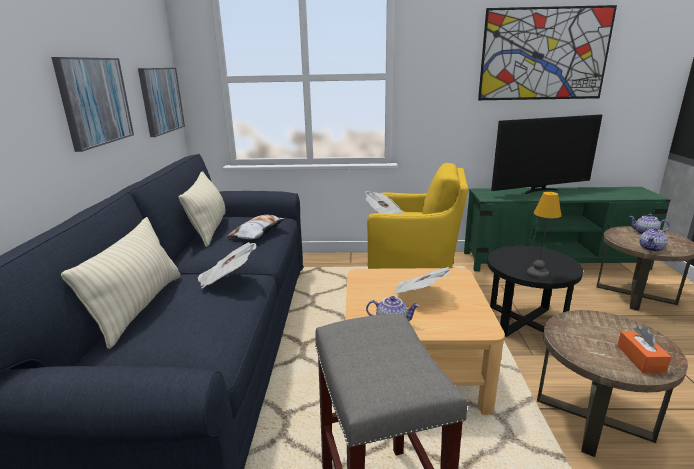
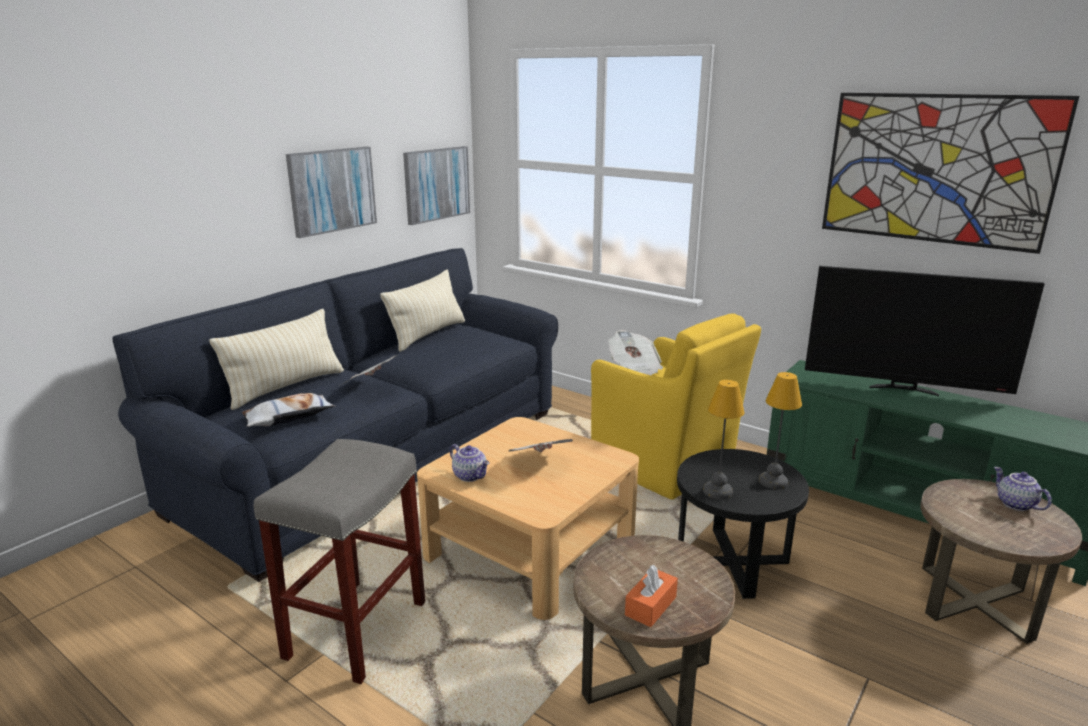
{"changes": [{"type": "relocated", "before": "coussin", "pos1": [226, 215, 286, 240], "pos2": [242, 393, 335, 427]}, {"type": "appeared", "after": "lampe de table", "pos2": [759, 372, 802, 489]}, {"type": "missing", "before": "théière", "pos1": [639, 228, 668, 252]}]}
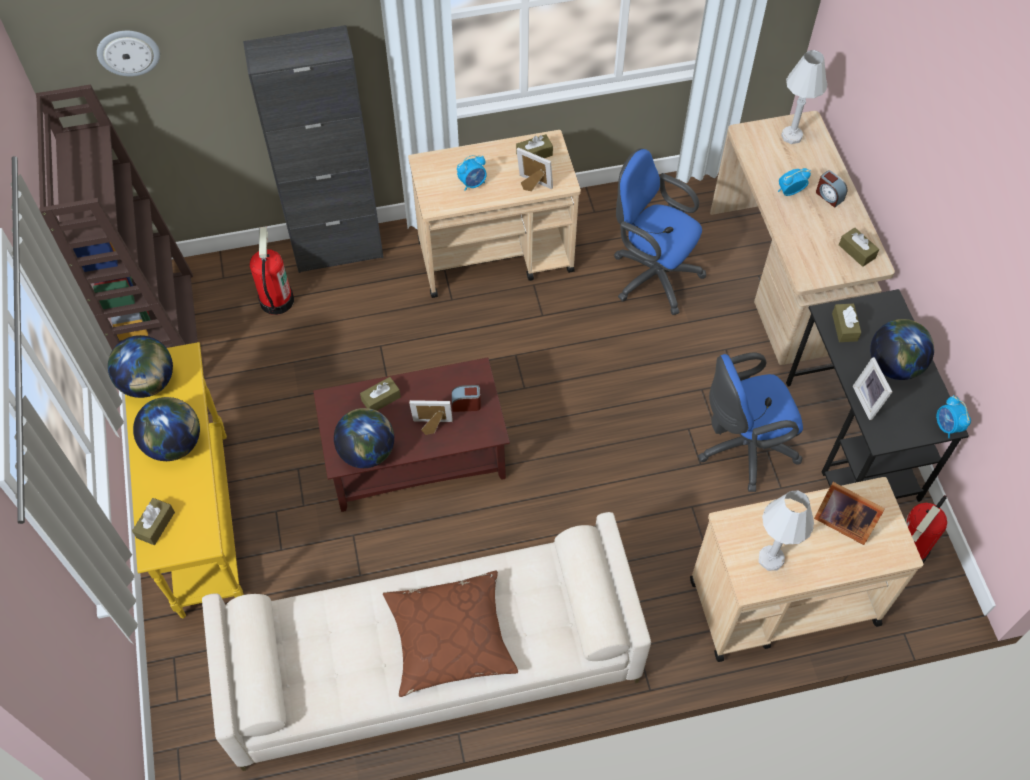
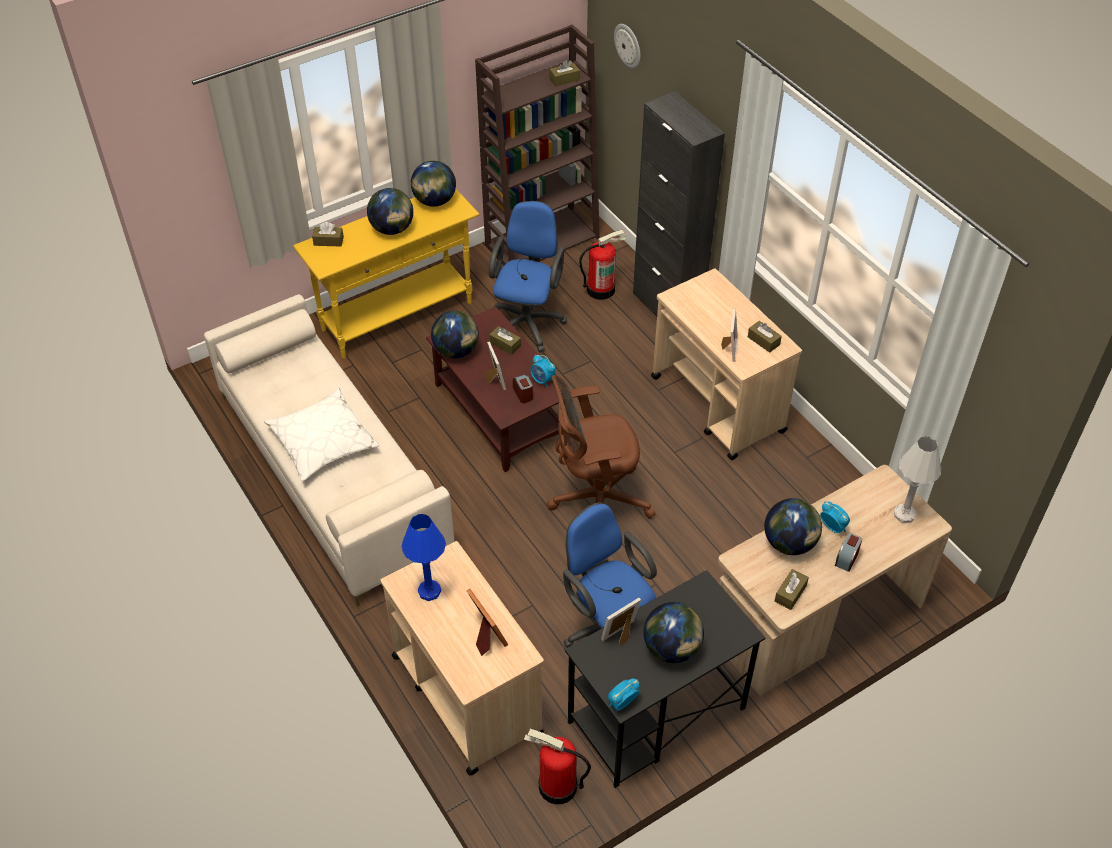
{"changes": [{"type": "colour", "before": "coussin [marron]", "after": "coussin [blanc]", "pos1": [383, 571, 518, 697], "pos2": [264, 388, 379, 481]}, {"type": "colour", "before": "lampe de table [blanc]", "after": "lampe de table [bleu]", "pos1": [758, 491, 814, 571], "pos2": [401, 514, 446, 601]}, {"type": "spun", "before": "cadre photo", "pos1": [814, 482, 885, 545], "pos2": [467, 589, 508, 656], "turn": 135}, {"type": "relocated", "before": "chaise de bureau [bleu]", "pos1": [614, 148, 706, 315], "pos2": [489, 201, 567, 352]}, {"type": "relocated", "before": "réveil", "pos1": [457, 155, 486, 191], "pos2": [531, 355, 556, 387]}, {"type": "appeared", "after": "chaise de bureau [marron]", "pos2": [547, 375, 656, 519]}, {"type": "relocated", "before": "boîte à mouchoirs [marron]", "pos1": [832, 303, 861, 342], "pos2": [550, 60, 580, 87]}, {"type": "appeared", "after": "globe", "pos2": [764, 498, 822, 555]}]}
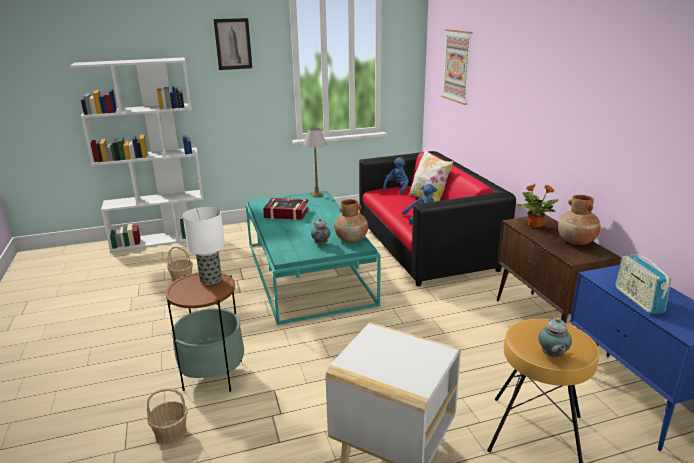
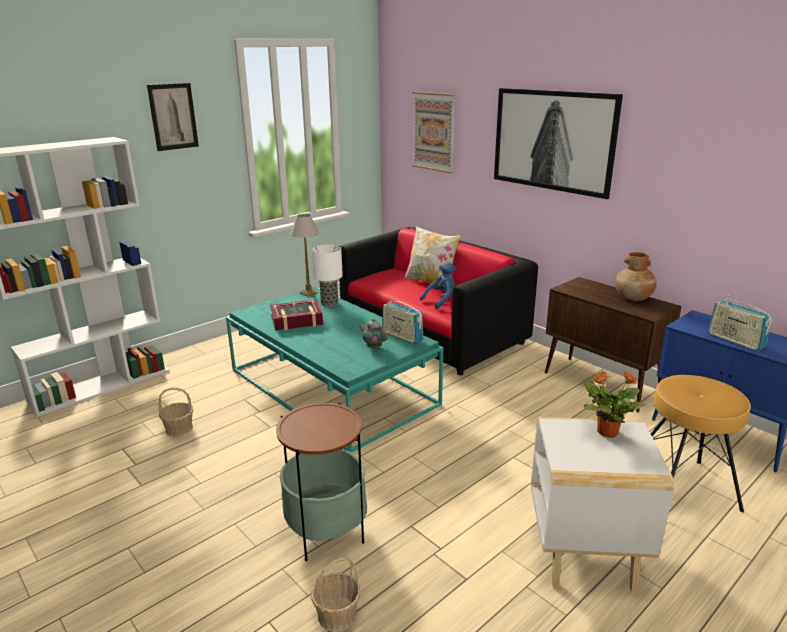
{"changes": [{"type": "relocated", "before": "lampe de table", "pos1": [183, 207, 225, 285], "pos2": [312, 245, 343, 307]}, {"type": "exchanged", "before": "vase [marron]", "after": "radio", "pos1": [334, 199, 368, 242], "pos2": [382, 297, 423, 344]}, {"type": "appeared", "after": "tableau", "pos2": [494, 88, 623, 199]}, {"type": "relocated", "before": "plante en pot", "pos1": [517, 183, 559, 228], "pos2": [584, 370, 645, 438]}, {"type": "missing", "before": "peluche [bleu]", "pos1": [383, 157, 409, 194]}, {"type": "missing", "before": "théière", "pos1": [539, 317, 572, 358]}]}
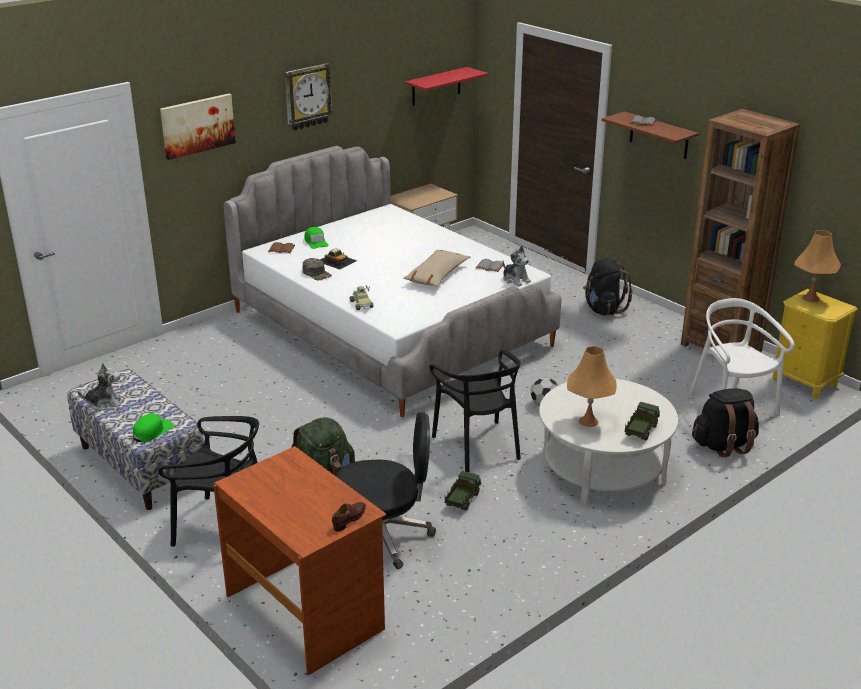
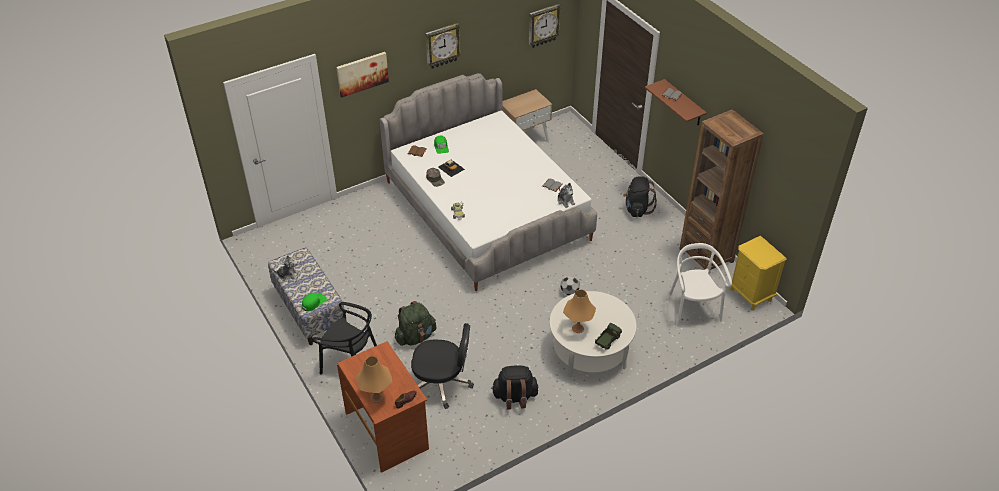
{"changes": [{"type": "relocated", "before": "lampe de table [orange]", "pos1": [794, 230, 841, 302], "pos2": [356, 356, 393, 403]}, {"type": "relocated", "before": "sac à dos [noir]", "pos1": [692, 388, 759, 458], "pos2": [491, 365, 539, 409]}, {"type": "exchanged", "before": "étagère [rouge]", "after": "horloge murale", "pos1": [405, 67, 488, 106], "pos2": [529, 4, 561, 48]}, {"type": "missing", "before": "coussin [beige]", "pos1": [403, 250, 471, 287]}, {"type": "missing", "before": "chaise [noir]", "pos1": [430, 350, 521, 472]}, {"type": "missing", "before": "camion jouet", "pos1": [445, 471, 481, 510]}]}
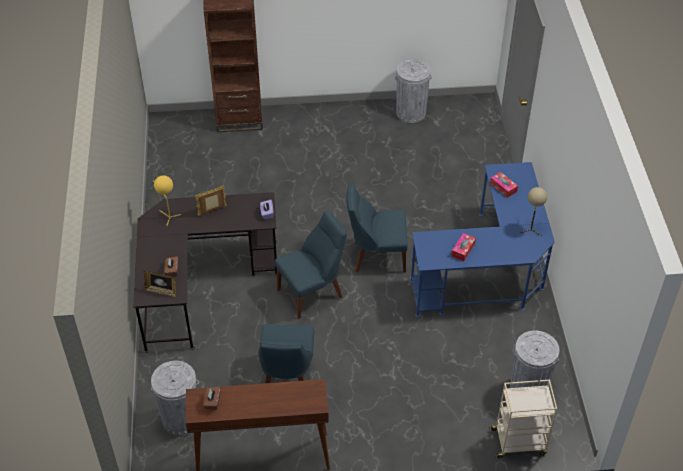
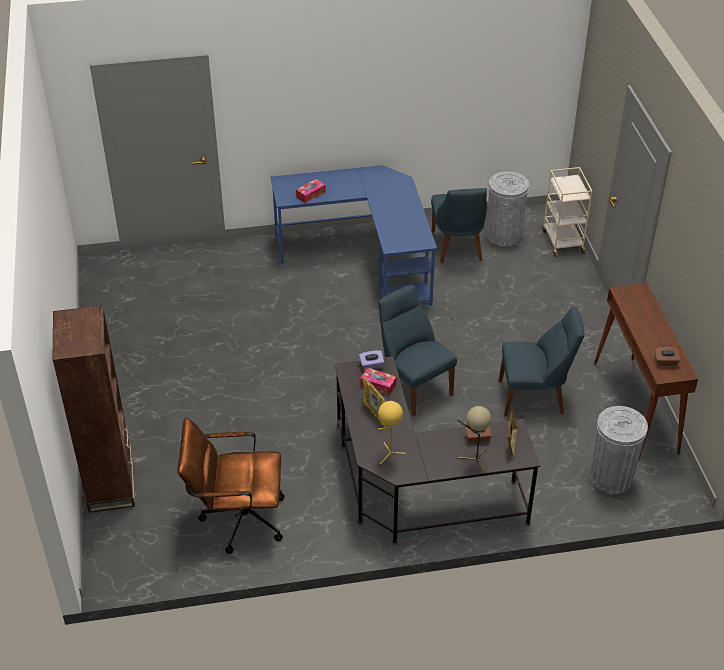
{"changes": [{"type": "appeared", "after": "chaise de bureau [marron]", "pos2": [177, 418, 284, 554]}, {"type": "relocated", "before": "boîte à mouchoirs", "pos1": [451, 233, 476, 261], "pos2": [360, 367, 396, 395]}, {"type": "relocated", "before": "chaise [bleu]", "pos1": [347, 184, 408, 273], "pos2": [431, 188, 487, 263]}, {"type": "relocated", "before": "lampe de table [beige]", "pos1": [520, 187, 547, 236], "pos2": [457, 406, 491, 470]}, {"type": "missing", "before": "poubelle [gris]", "pos1": [395, 59, 432, 123]}]}
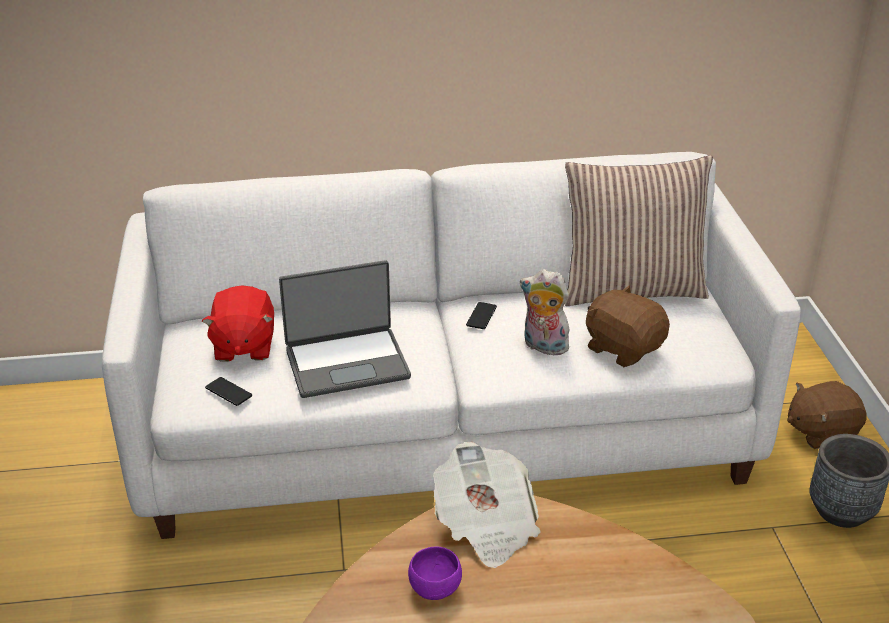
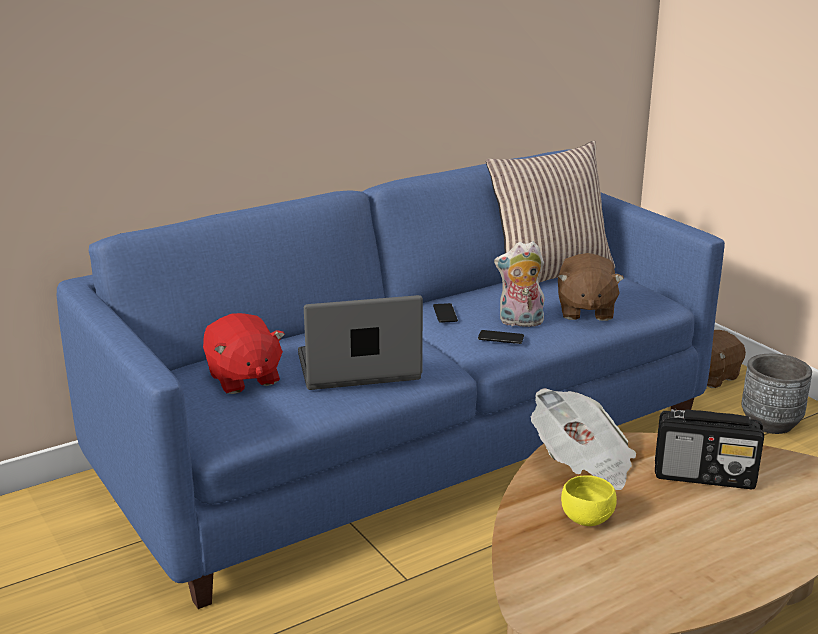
{"changes": [{"type": "colour", "before": "canapé [blanc]", "after": "canapé [bleu]", "pos1": [102, 152, 801, 539], "pos2": [57, 149, 725, 609]}, {"type": "spun", "before": "ordinateur portable", "pos1": [279, 260, 411, 398], "pos2": [298, 295, 423, 390], "turn": -150}, {"type": "relocated", "before": "téléphone", "pos1": [205, 377, 252, 406], "pos2": [478, 330, 524, 344]}, {"type": "spun", "before": "peluche [marron]", "pos1": [586, 285, 670, 367], "pos2": [558, 253, 624, 321], "turn": -105}, {"type": "colour", "before": "bol [violet]", "after": "bol [jaune]", "pos1": [408, 546, 462, 600], "pos2": [561, 475, 617, 526]}, {"type": "appeared", "after": "radio", "pos2": [655, 409, 764, 489]}]}
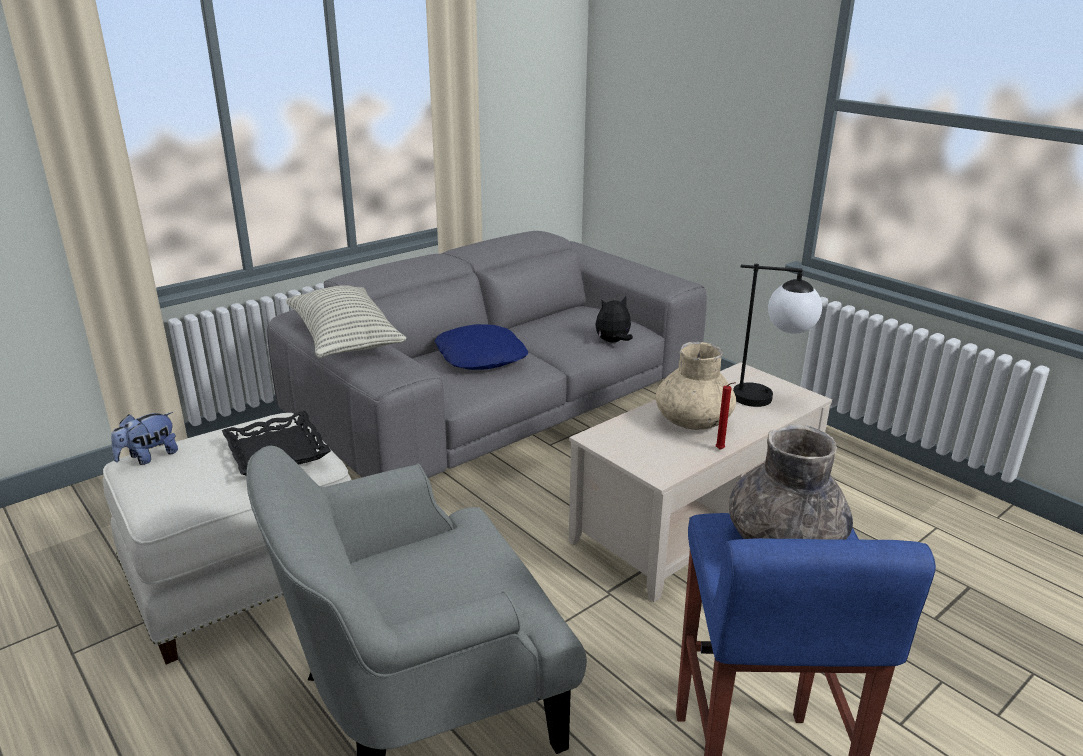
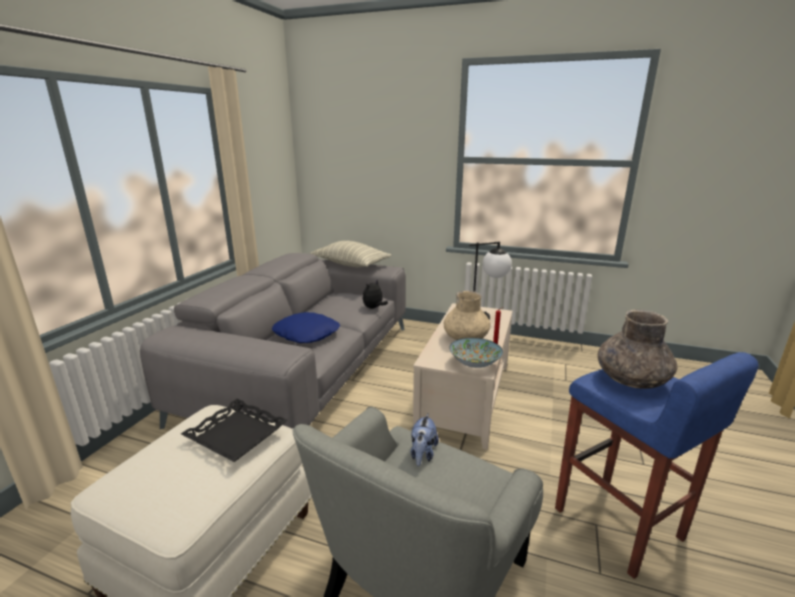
{"changes": [{"type": "relocated", "before": "coussin", "pos1": [286, 285, 406, 358], "pos2": [310, 241, 391, 267]}, {"type": "relocated", "before": "peluche", "pos1": [111, 412, 178, 465], "pos2": [411, 414, 439, 466]}, {"type": "appeared", "after": "bol", "pos2": [449, 338, 503, 368]}]}
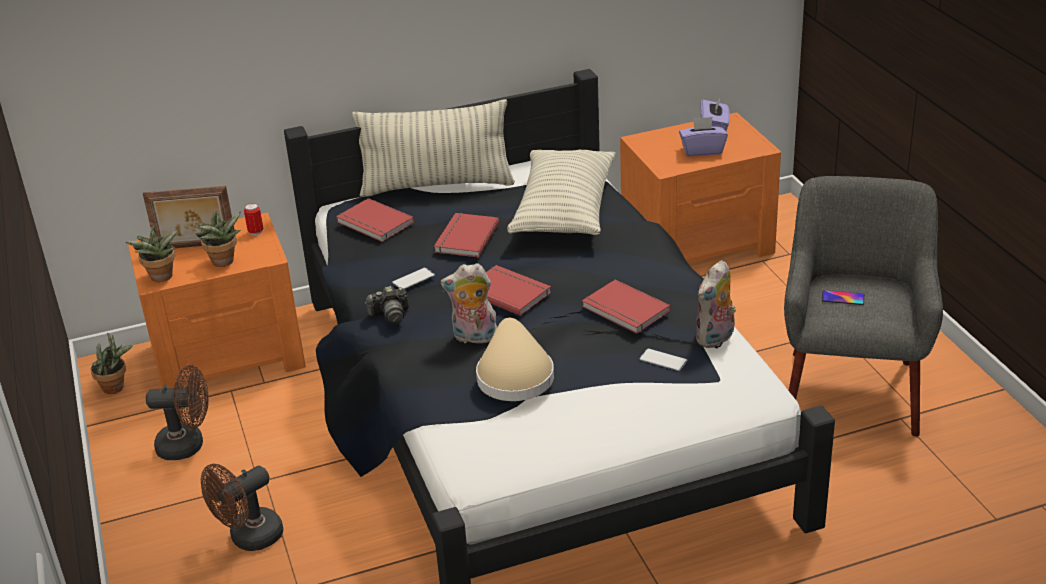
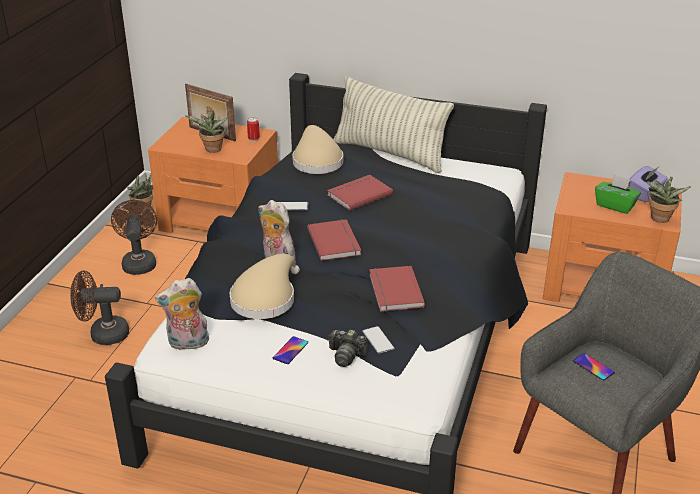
{"changes": [{"type": "spun", "before": "ventilateur [marron]", "pos1": [146, 365, 209, 460], "pos2": [111, 200, 157, 275], "turn": -135}, {"type": "relocated", "before": "peluche", "pos1": [696, 260, 736, 348], "pos2": [155, 278, 209, 350]}, {"type": "appeared", "after": "téléphone", "pos2": [273, 336, 308, 364]}, {"type": "exchanged", "before": "livre [rouge]", "after": "chapeau [beige]", "pos1": [336, 198, 414, 242], "pos2": [292, 125, 343, 174]}, {"type": "relocated", "before": "appareil photo", "pos1": [365, 286, 409, 324], "pos2": [328, 329, 368, 367]}, {"type": "colour", "before": "boîte à mouchoirs [violet]", "after": "boîte à mouchoirs [vert]", "pos1": [679, 117, 728, 156], "pos2": [595, 175, 641, 214]}, {"type": "relocated", "before": "plante en pot", "pos1": [125, 225, 179, 282], "pos2": [646, 177, 691, 223]}, {"type": "missing", "before": "coussin", "pos1": [507, 150, 615, 235]}]}
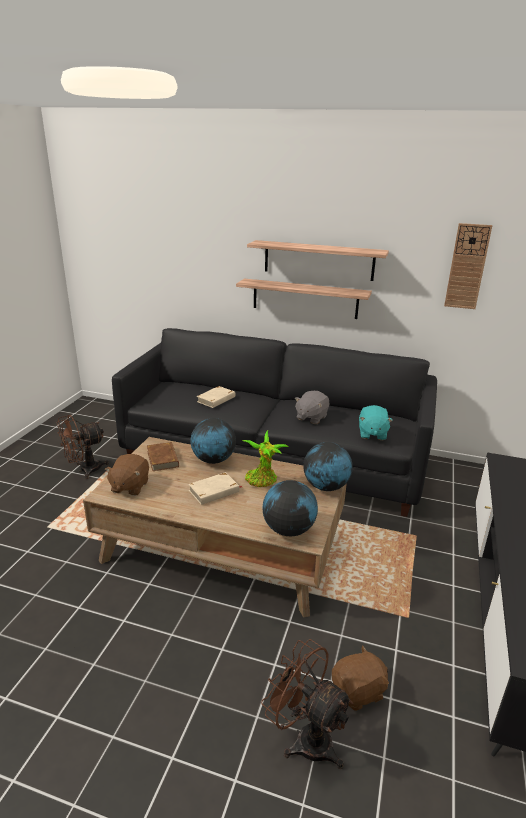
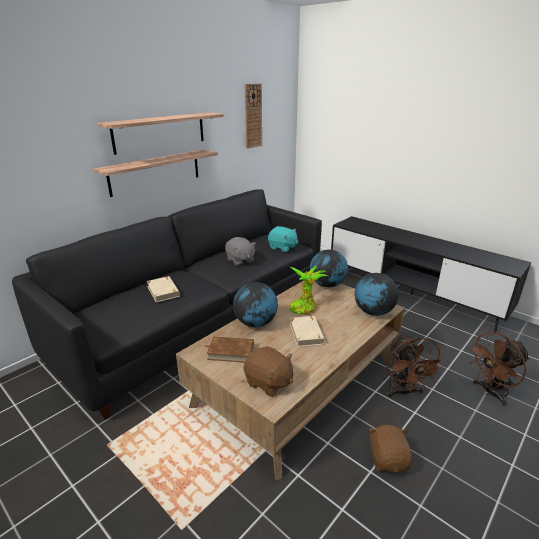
{"changes": [{"type": "relocated", "before": "peluche [marron]", "pos1": [332, 645, 389, 711], "pos2": [369, 425, 412, 472]}, {"type": "relocated", "before": "ventilateur [marron]", "pos1": [57, 415, 109, 479], "pos2": [387, 333, 446, 397]}]}
